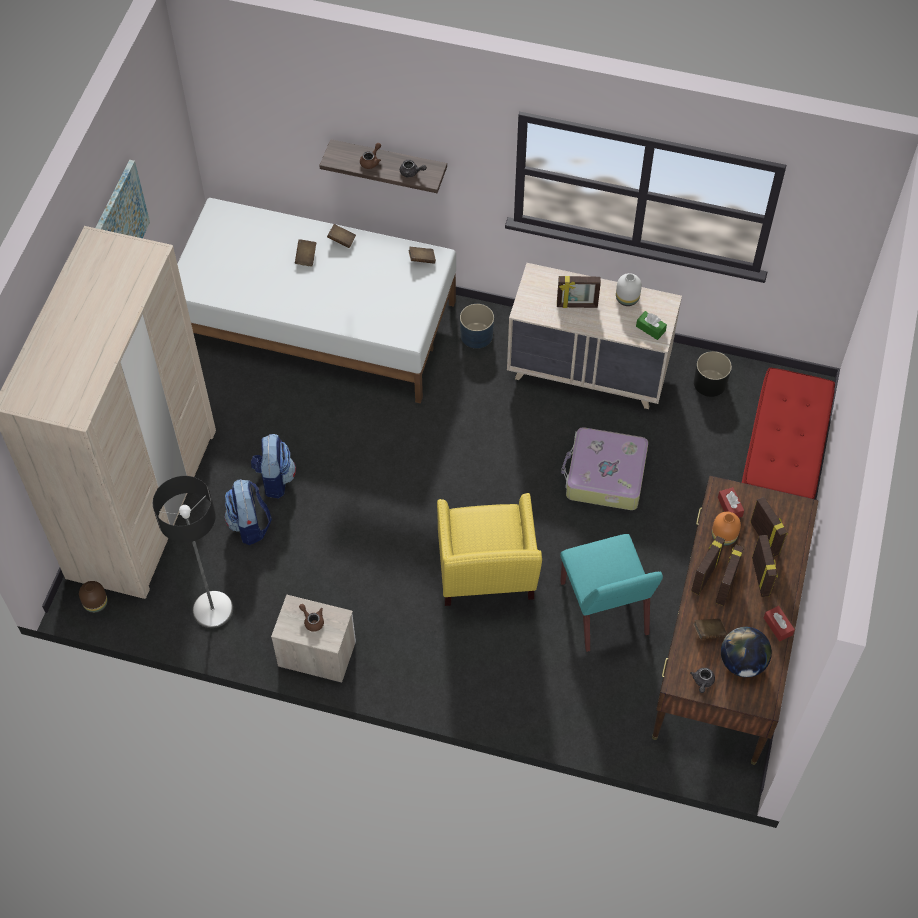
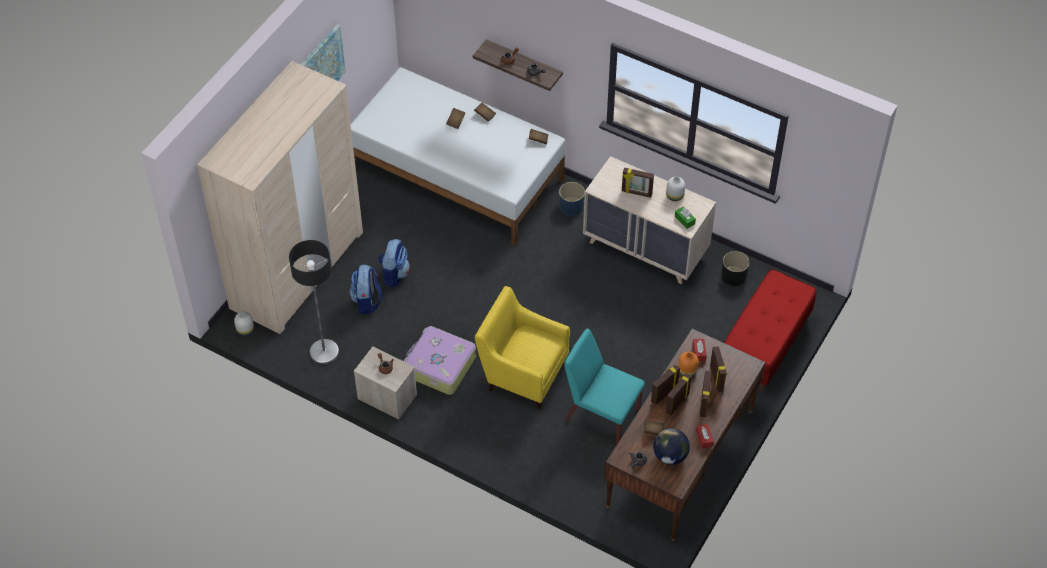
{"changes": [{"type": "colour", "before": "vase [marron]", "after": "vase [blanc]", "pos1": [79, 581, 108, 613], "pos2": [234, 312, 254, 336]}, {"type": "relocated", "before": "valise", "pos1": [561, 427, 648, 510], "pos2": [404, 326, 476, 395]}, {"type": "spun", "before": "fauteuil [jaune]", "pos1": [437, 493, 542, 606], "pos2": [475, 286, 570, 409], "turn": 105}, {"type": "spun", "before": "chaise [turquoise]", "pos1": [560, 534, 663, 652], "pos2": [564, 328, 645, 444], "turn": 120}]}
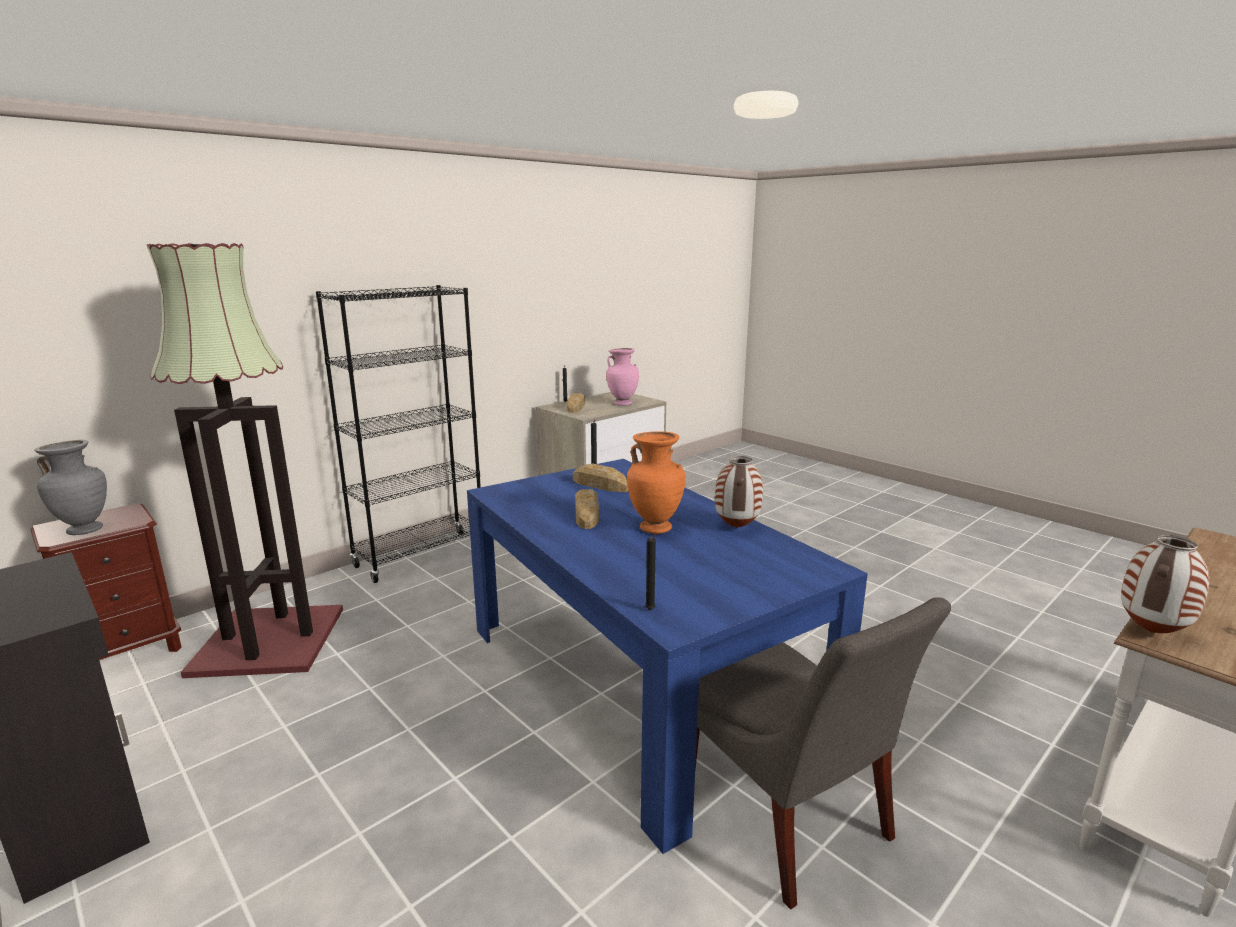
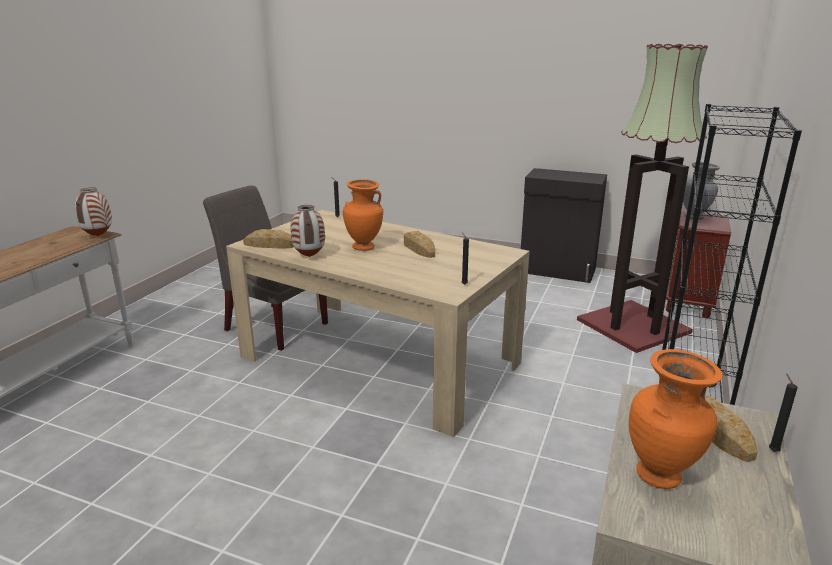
{"changes": [{"type": "colour", "before": "table à manger [bleu]", "after": "table à manger [beige]", "pos1": [467, 459, 868, 854], "pos2": [226, 210, 530, 437]}, {"type": "relocated", "before": "pain", "pos1": [573, 463, 628, 492], "pos2": [243, 229, 294, 249]}, {"type": "colour", "before": "vase [rose]", "after": "vase [orange]", "pos1": [606, 348, 639, 406], "pos2": [629, 349, 723, 489]}]}
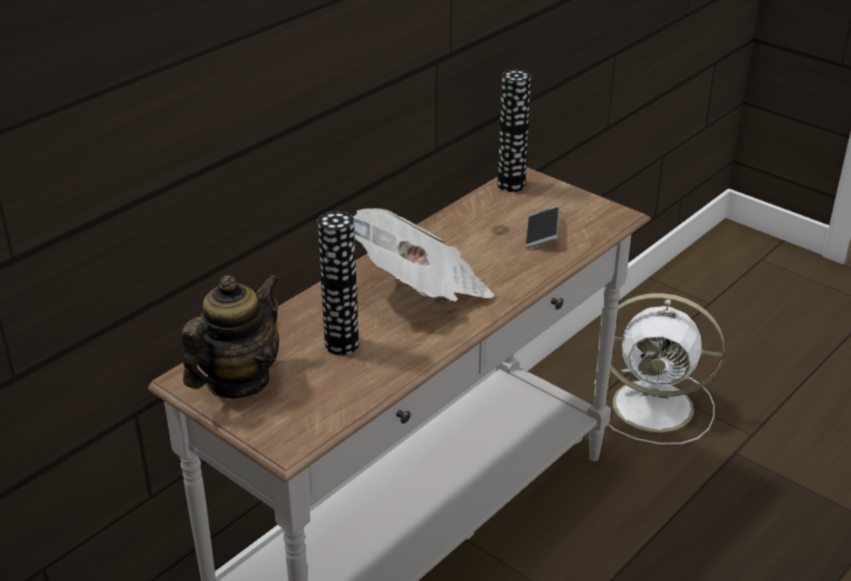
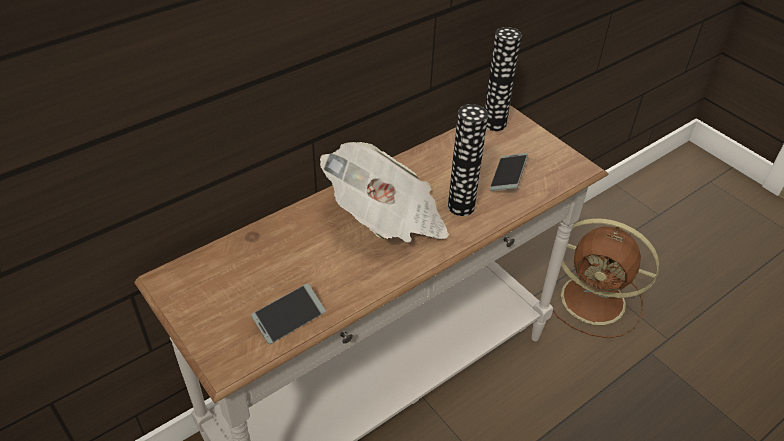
{"changes": [{"type": "appeared", "after": "téléphone", "pos2": [251, 284, 326, 344]}, {"type": "relocated", "before": "vase", "pos1": [317, 211, 359, 355], "pos2": [448, 104, 488, 216]}, {"type": "colour", "before": "ventilateur [blanc]", "after": "ventilateur [marron]", "pos1": [594, 293, 725, 445], "pos2": [553, 218, 659, 338]}, {"type": "missing", "before": "théière", "pos1": [181, 274, 280, 399]}]}
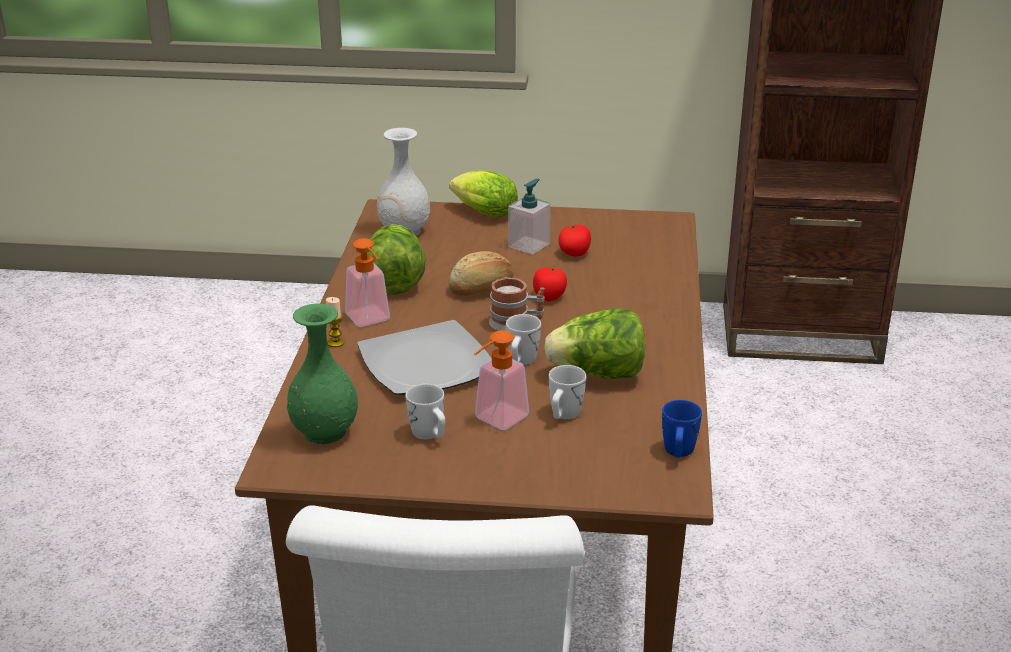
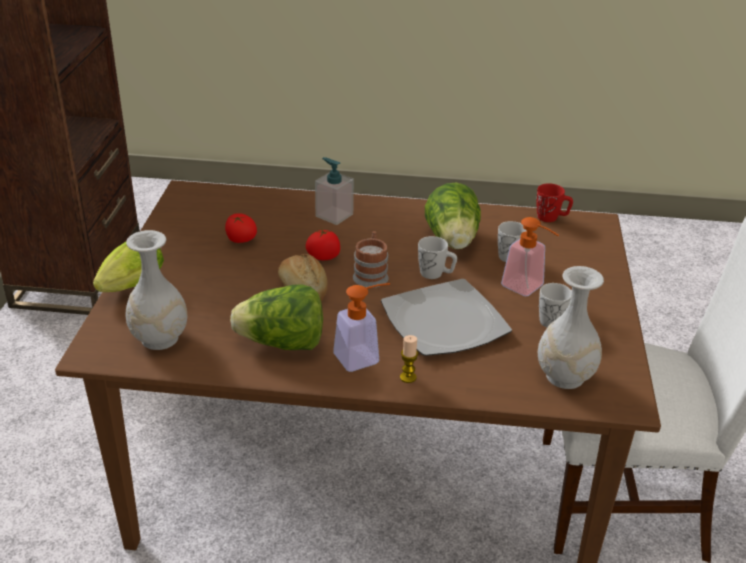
{"changes": [{"type": "relocated", "before": "distributeur de savon", "pos1": [508, 178, 551, 254], "pos2": [315, 157, 354, 225]}, {"type": "colour", "before": "mug [bleu]", "after": "mug [rouge]", "pos1": [662, 400, 702, 458], "pos2": [537, 183, 573, 222]}, {"type": "colour", "before": "vase [vert]", "after": "vase [blanc]", "pos1": [287, 304, 358, 444], "pos2": [538, 266, 604, 389]}]}
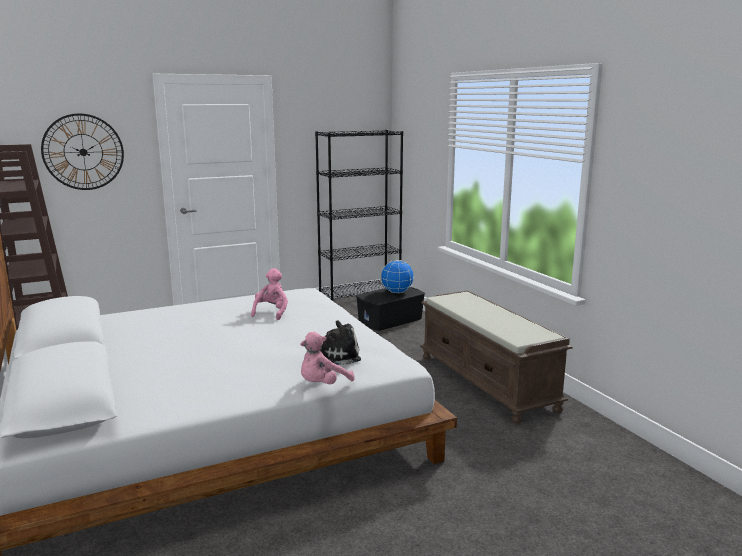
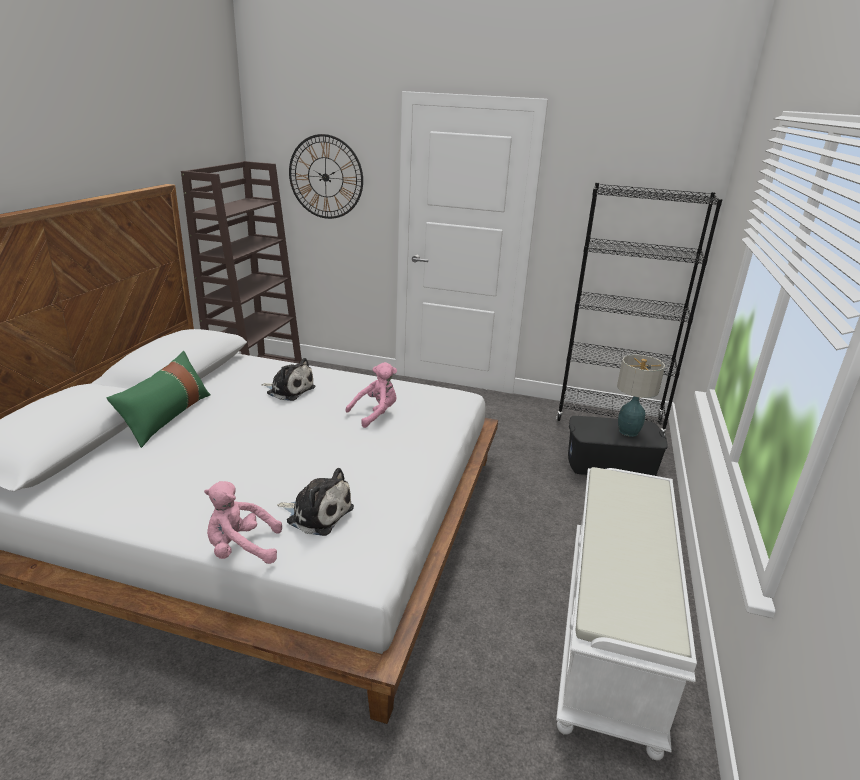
{"changes": [{"type": "appeared", "after": "coussin [vert]", "pos2": [107, 351, 211, 448]}, {"type": "appeared", "after": "peluche", "pos2": [261, 358, 315, 401]}, {"type": "colour", "before": "banc [marron]", "after": "banc [blanc]", "pos1": [420, 291, 573, 424], "pos2": [556, 467, 697, 760]}, {"type": "exchanged", "before": "globe", "after": "lampe de table", "pos1": [381, 260, 414, 293], "pos2": [617, 354, 665, 437]}]}
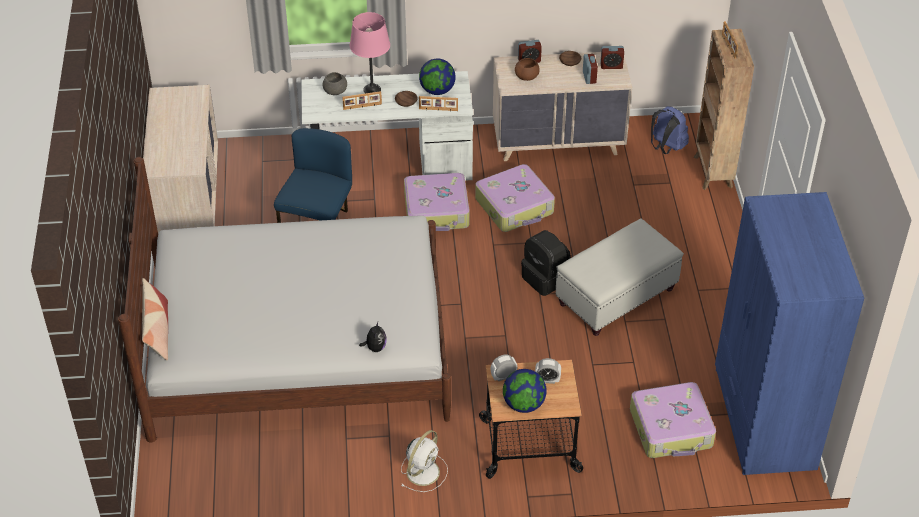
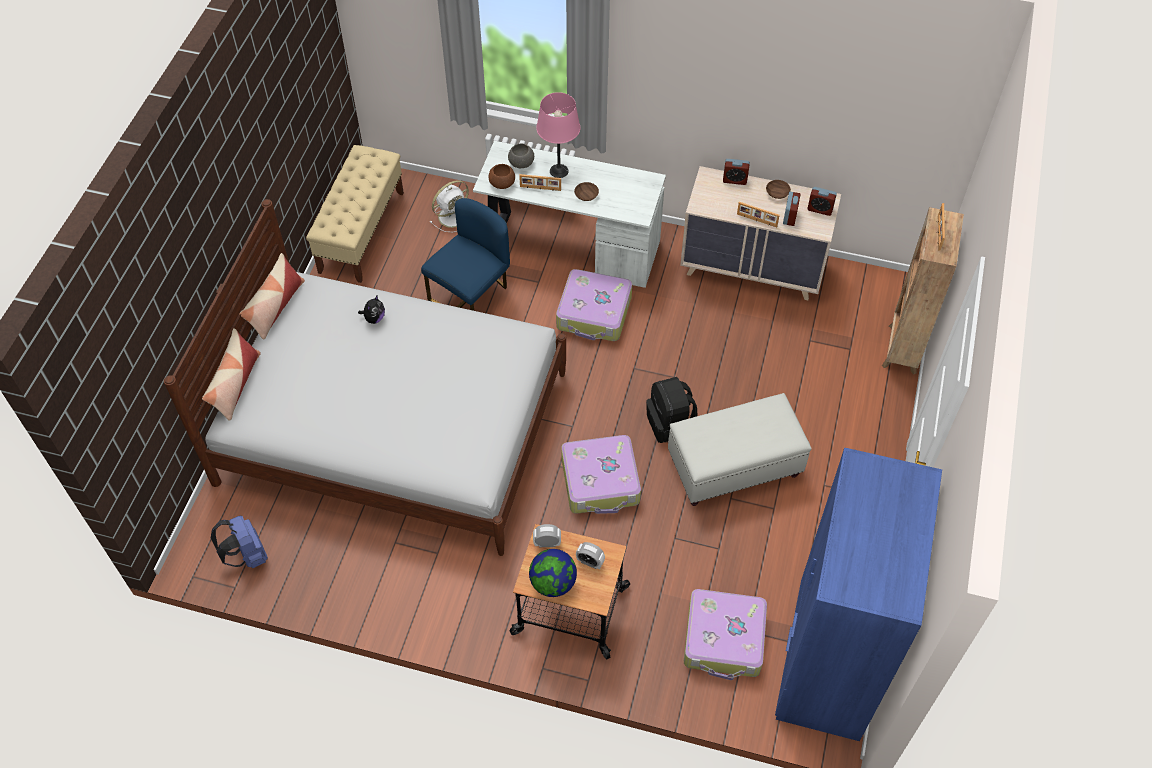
{"changes": [{"type": "relocated", "before": "sac à dos [bleu]", "pos1": [651, 106, 689, 154], "pos2": [211, 515, 268, 568]}, {"type": "appeared", "after": "coussin", "pos2": [239, 253, 305, 340]}, {"type": "exchanged", "before": "commode [beige]", "after": "banc [beige]", "pos1": [143, 85, 218, 233], "pos2": [306, 145, 404, 283]}, {"type": "relocated", "before": "peluche", "pos1": [359, 322, 387, 352], "pos2": [358, 295, 385, 324]}, {"type": "relocated", "before": "ventilateur [blanc]", "pos1": [401, 430, 448, 492], "pos2": [430, 180, 469, 232]}, {"type": "relocated", "before": "bol [marron]", "pos1": [515, 58, 540, 81], "pos2": [489, 164, 515, 189]}, {"type": "relocated", "before": "valise", "pos1": [475, 164, 555, 232], "pos2": [561, 435, 641, 514]}, {"type": "relocated", "before": "cadre photo", "pos1": [419, 96, 458, 111], "pos2": [737, 202, 780, 227]}, {"type": "missing", "before": "globe", "pos1": [419, 58, 456, 95]}]}
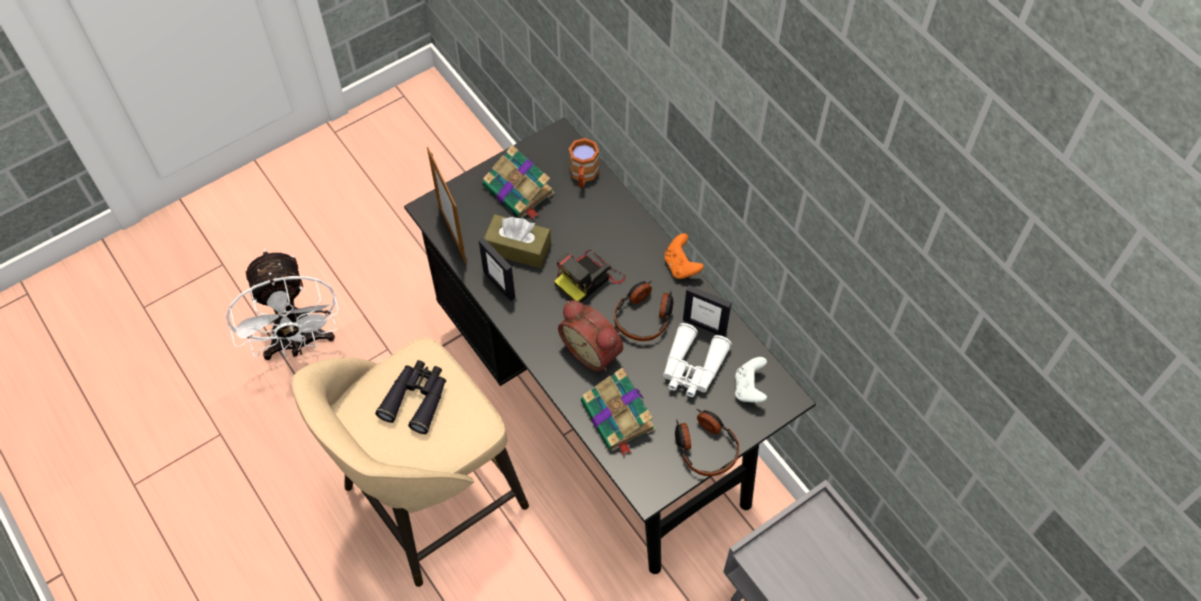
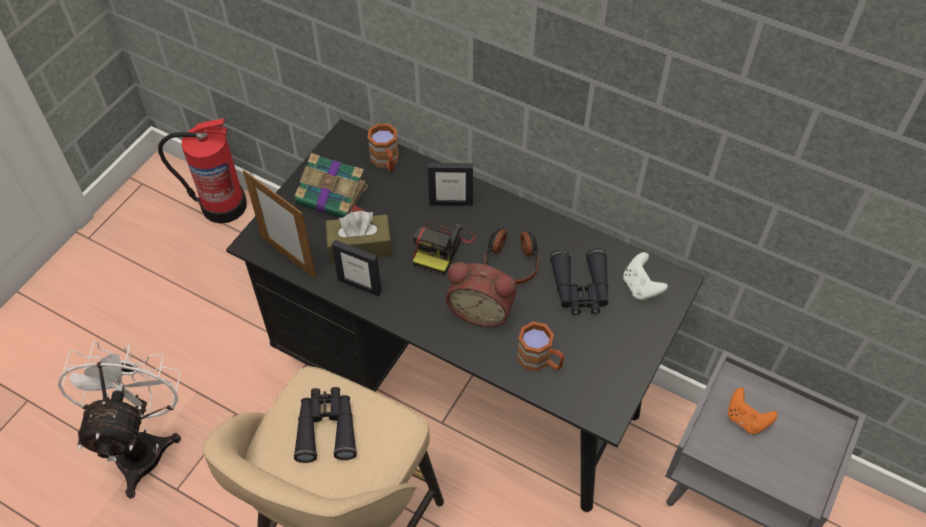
{"changes": [{"type": "spun", "before": "ventilateur [blanc]", "pos1": [226, 249, 339, 360], "pos2": [58, 341, 181, 499], "turn": -135}, {"type": "appeared", "after": "extincteur", "pos2": [158, 118, 247, 224]}, {"type": "relocated", "before": "cadre photo", "pos1": [683, 285, 732, 336], "pos2": [428, 163, 473, 206]}, {"type": "exchanged", "before": "livre", "after": "mug [marron]", "pos1": [581, 367, 656, 457], "pos2": [517, 321, 565, 372]}, {"type": "colour", "before": "jumelles [blanc]", "after": "jumelles [noir]", "pos1": [663, 323, 732, 397], "pos2": [550, 249, 608, 315]}, {"type": "relocated", "before": "manette [orange]", "pos1": [664, 233, 704, 279], "pos2": [728, 388, 778, 434]}, {"type": "missing", "before": "casque audio", "pos1": [675, 408, 739, 476]}]}
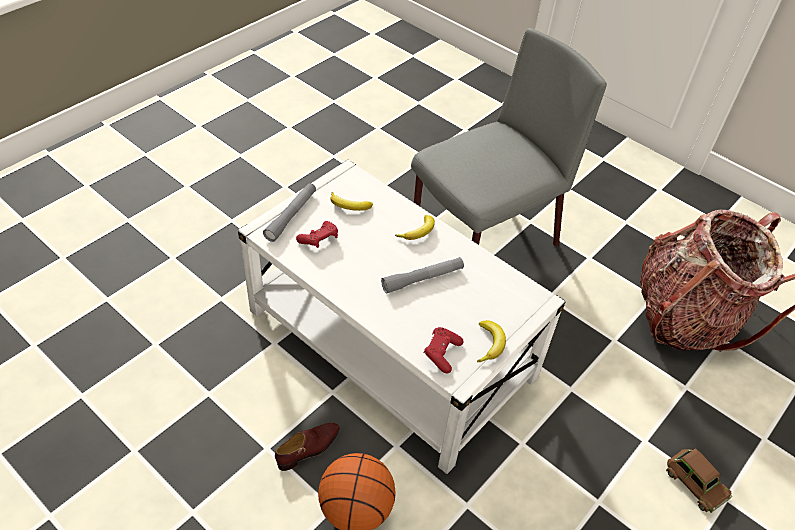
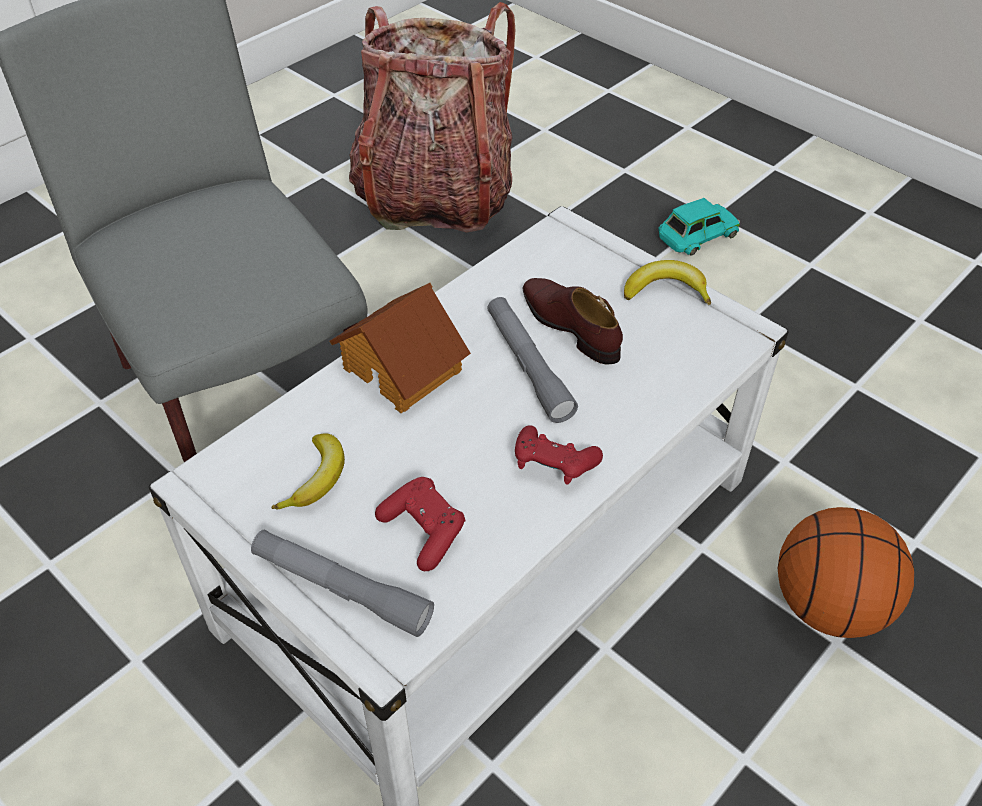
{"changes": [{"type": "exchanged", "before": "banane", "after": "maison miniature", "pos1": [395, 215, 435, 240], "pos2": [330, 283, 471, 413]}, {"type": "relocated", "before": "manette [rouge]", "pos1": [423, 327, 464, 373], "pos2": [515, 425, 603, 484]}, {"type": "relocated", "before": "chaussure [marron]", "pos1": [275, 423, 340, 471], "pos2": [523, 278, 623, 364]}, {"type": "colour", "before": "petite voiture [marron]", "after": "petite voiture [turquoise]", "pos1": [666, 448, 732, 513], "pos2": [658, 198, 740, 255]}]}
